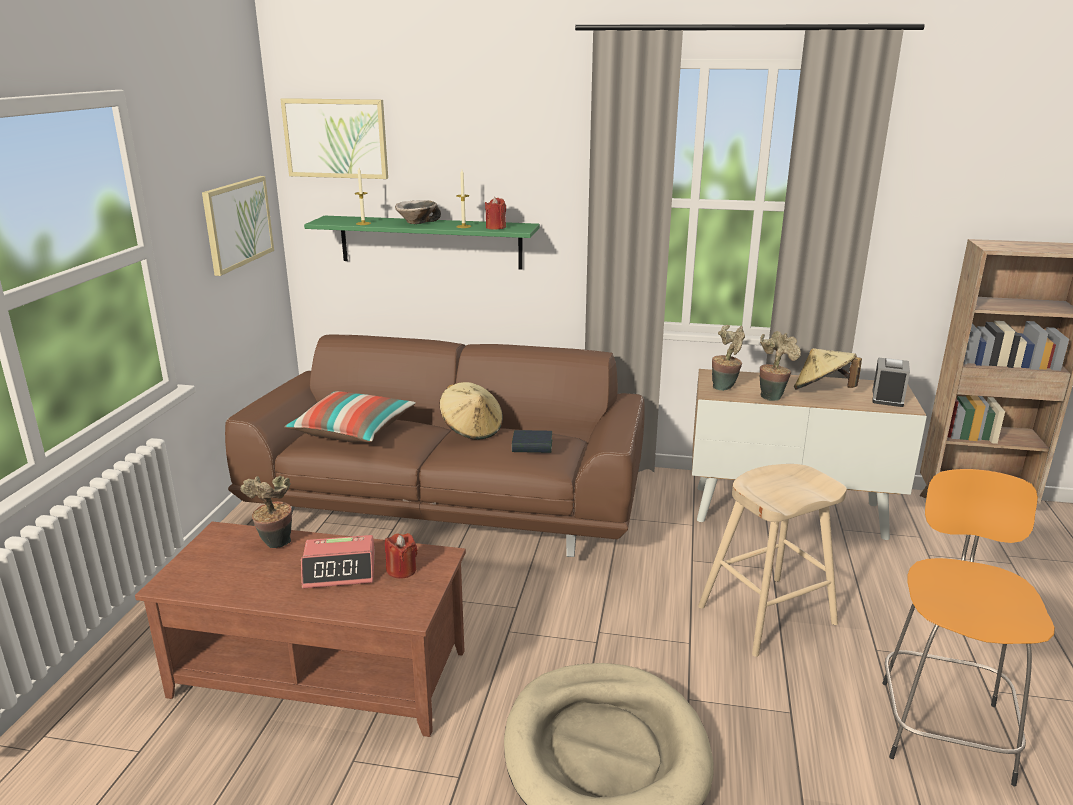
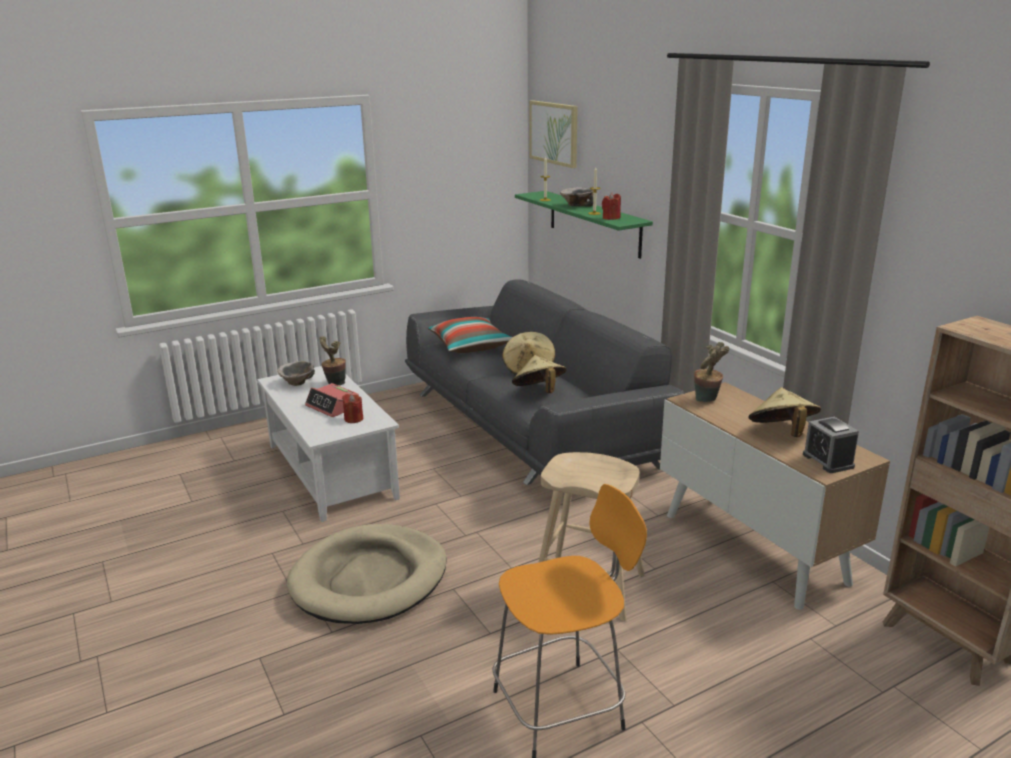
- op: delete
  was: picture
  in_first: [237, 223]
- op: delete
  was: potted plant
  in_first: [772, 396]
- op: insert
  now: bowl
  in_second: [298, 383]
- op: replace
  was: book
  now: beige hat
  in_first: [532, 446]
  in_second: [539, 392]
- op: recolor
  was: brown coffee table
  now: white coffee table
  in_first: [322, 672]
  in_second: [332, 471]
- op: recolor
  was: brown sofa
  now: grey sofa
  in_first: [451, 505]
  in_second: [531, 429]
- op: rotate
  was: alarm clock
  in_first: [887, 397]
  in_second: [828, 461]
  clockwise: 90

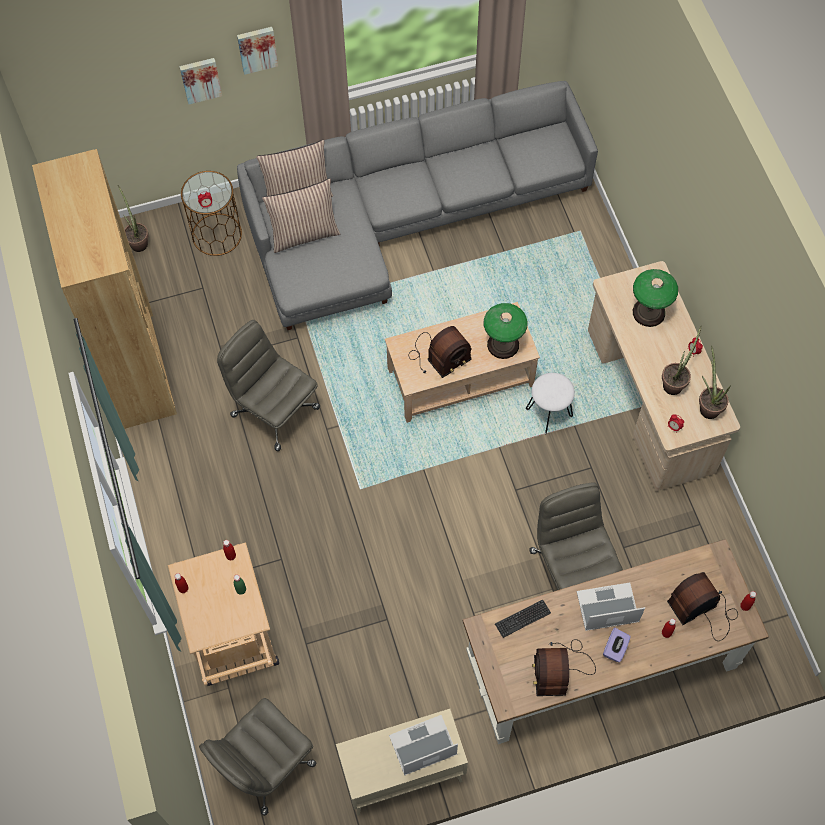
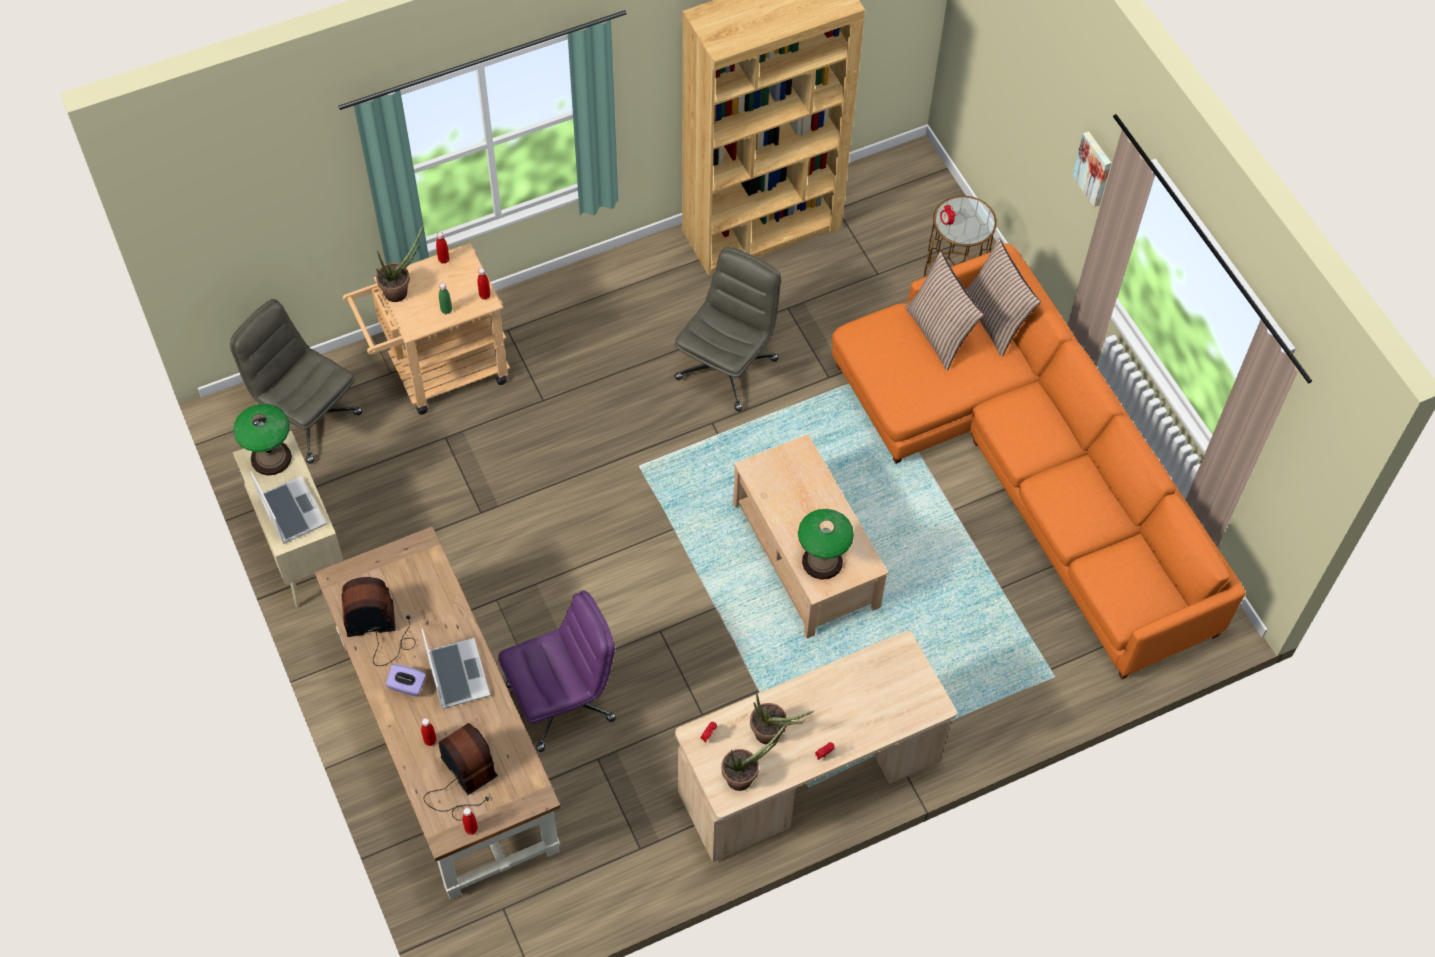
- op: delete
  was: picture
  in_first: [200, 79]
- op: delete
  was: radio
  in_first: [438, 356]
- op: delete
  was: keyboard
  in_first: [522, 619]
- op: delete
  was: white stool
  in_first: [548, 412]
- op: move
  was: potted plant
  in_first: [138, 241]
  in_second: [401, 290]
- op: move
  was: table lamp
  in_first: [648, 312]
  in_second: [270, 458]
- op: recolor
  was: grey sofa
  now: orange sofa
  in_first: [402, 217]
  in_second: [1025, 467]
- op: recolor
  was: grey office chair
  now: purple office chair
  in_first: [571, 569]
  in_second: [562, 701]

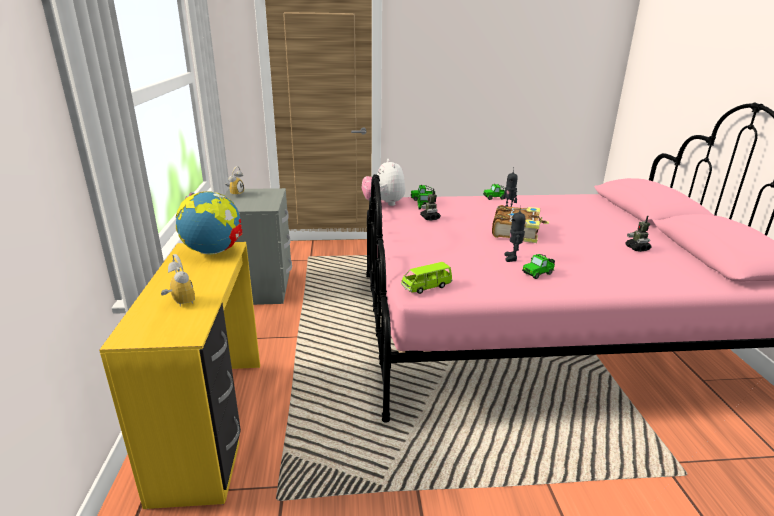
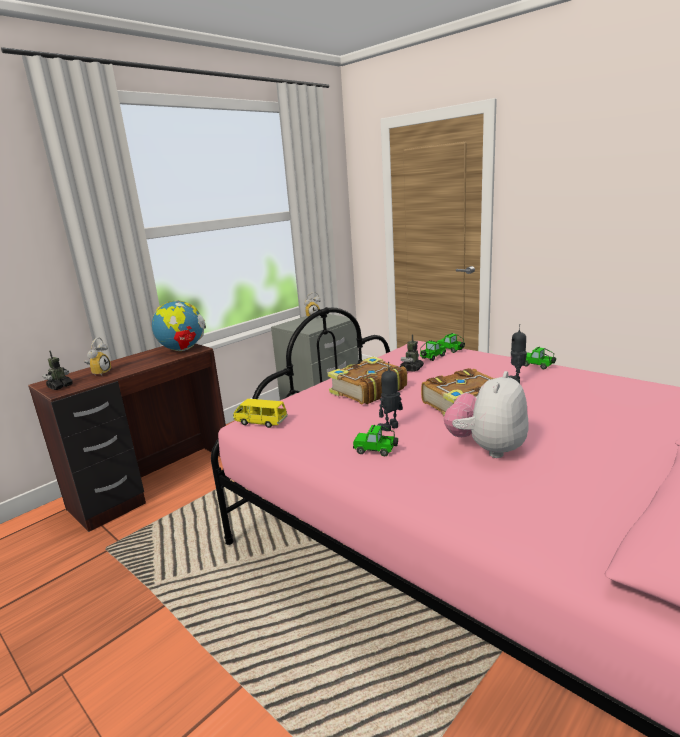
- op: insert
  now: book
  in_second: [367, 390]
- op: move
  was: plush toy
  in_first: [384, 203]
  in_second: [487, 448]
- op: move
  was: toy robot
  in_first: [637, 248]
  in_second: [60, 387]
- op: recolor
  was: yellow desk
  now: brown desk
  in_first: [213, 425]
  in_second: [155, 484]
- op: recolor
  was: green toy car
  now: yellow toy car
  in_first: [426, 287]
  in_second: [261, 422]

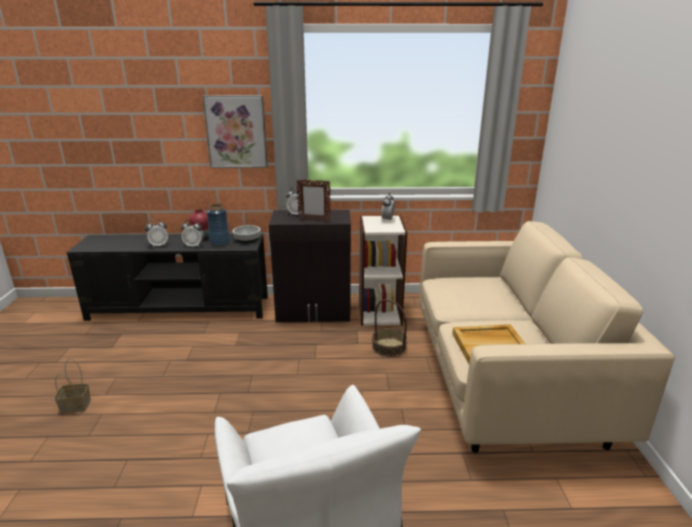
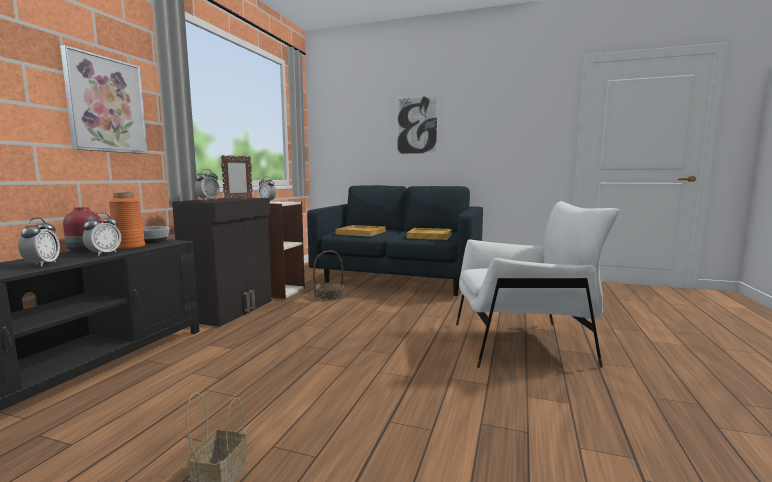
- op: insert
  now: beige tray
  in_second: [361, 233]
- op: insert
  now: picture
  in_second: [416, 125]
- op: recolor
  was: blue vase
  now: orange vase
  in_first: [219, 243]
  in_second: [128, 247]
- op: recolor
  was: beige sofa
  now: blue sofa
  in_first: [504, 379]
  in_second: [398, 279]

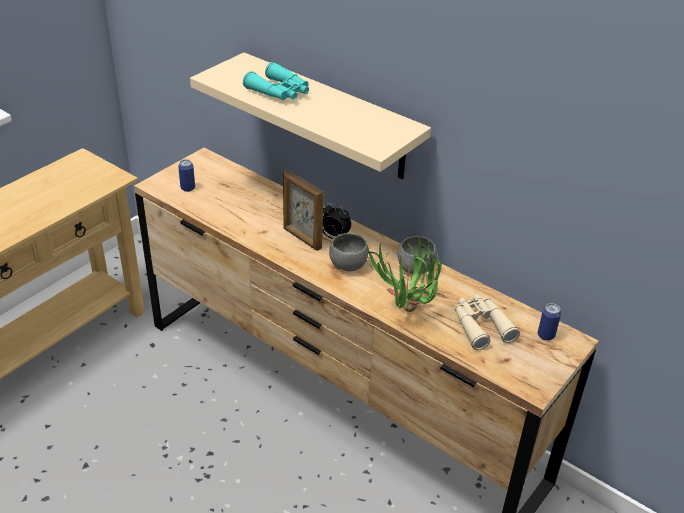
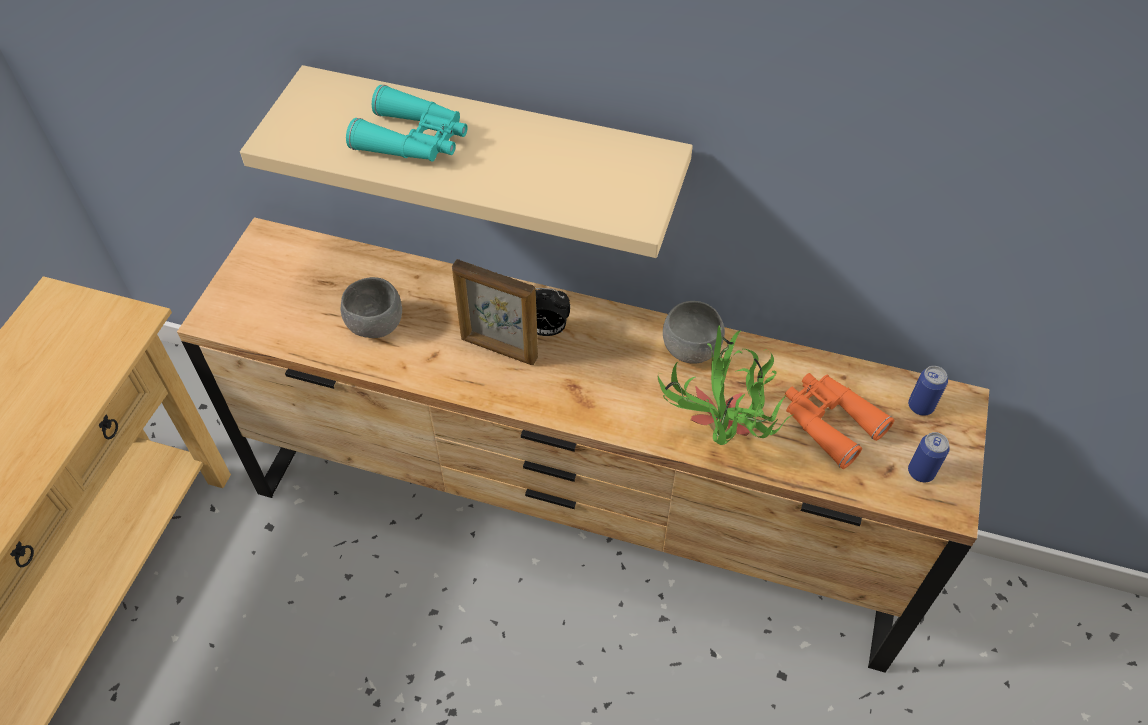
- op: move
  was: can
  in_first: [188, 188]
  in_second: [921, 472]
- op: move
  was: grey bowl
  in_first: [348, 265]
  in_second: [375, 324]
- op: recolor
  was: beige binoculars
  now: orange binoculars
  in_first: [481, 326]
  in_second: [829, 422]

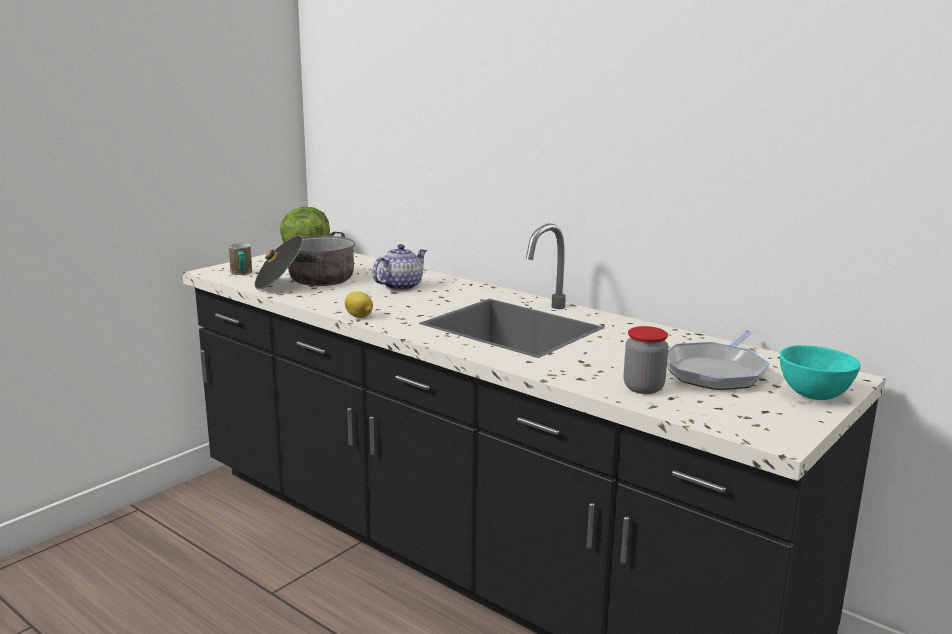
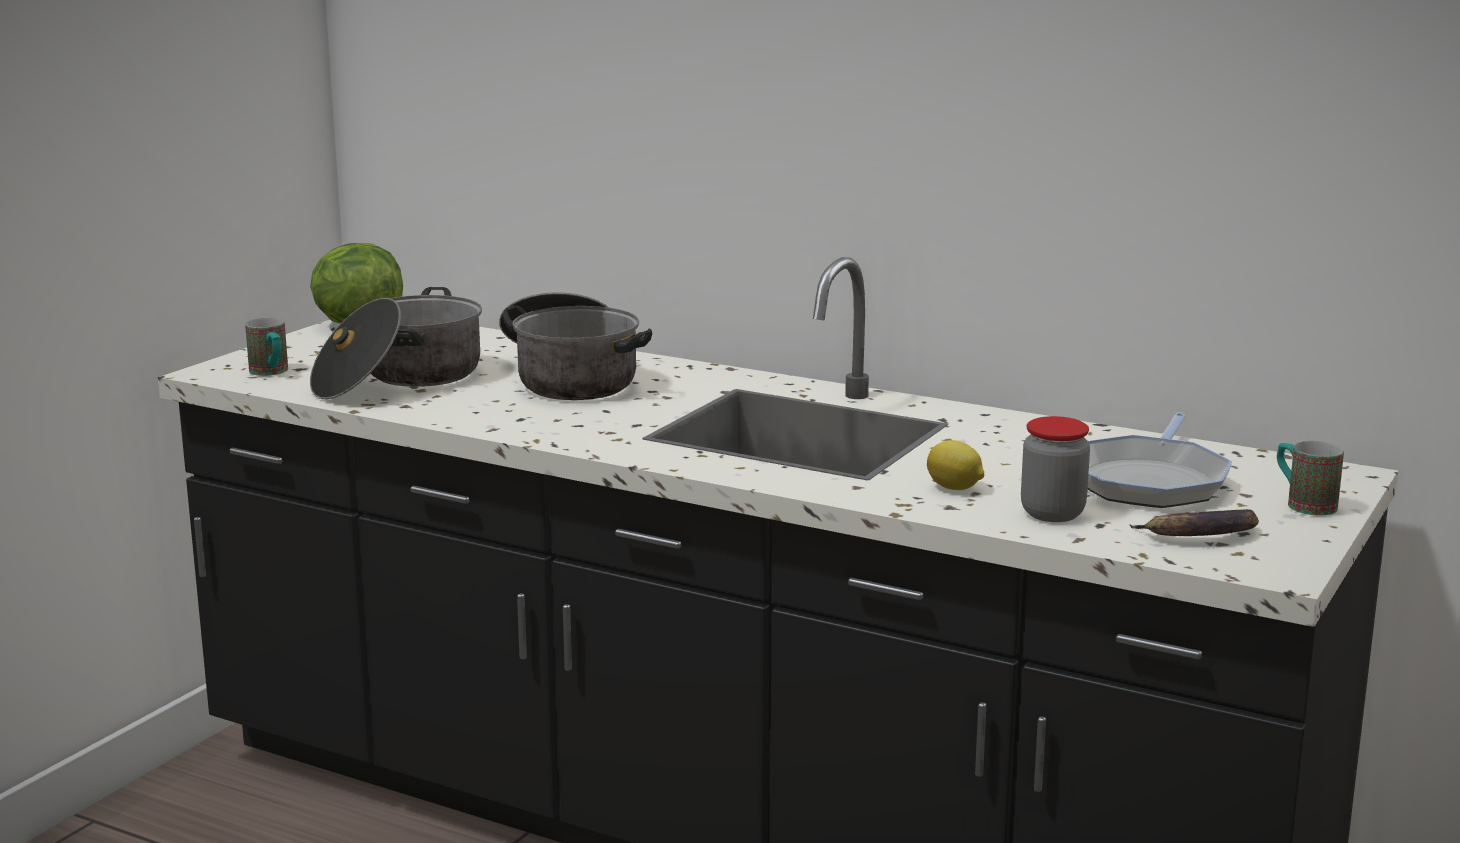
- op: insert
  now: banana
  in_second: [1200, 535]
- op: move
  was: lemon
  in_first: [359, 317]
  in_second: [955, 488]
- op: replace
  was: teapot
  now: cooking pot
  in_first: [400, 286]
  in_second: [571, 378]
- op: replace
  was: turquoise bowl
  now: mug
  in_first: [813, 395]
  in_second: [1303, 504]

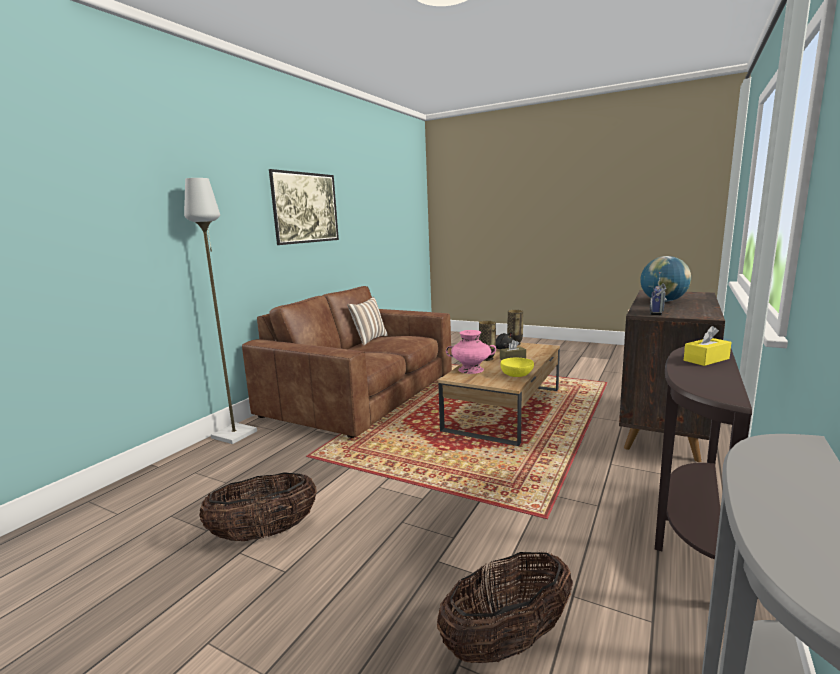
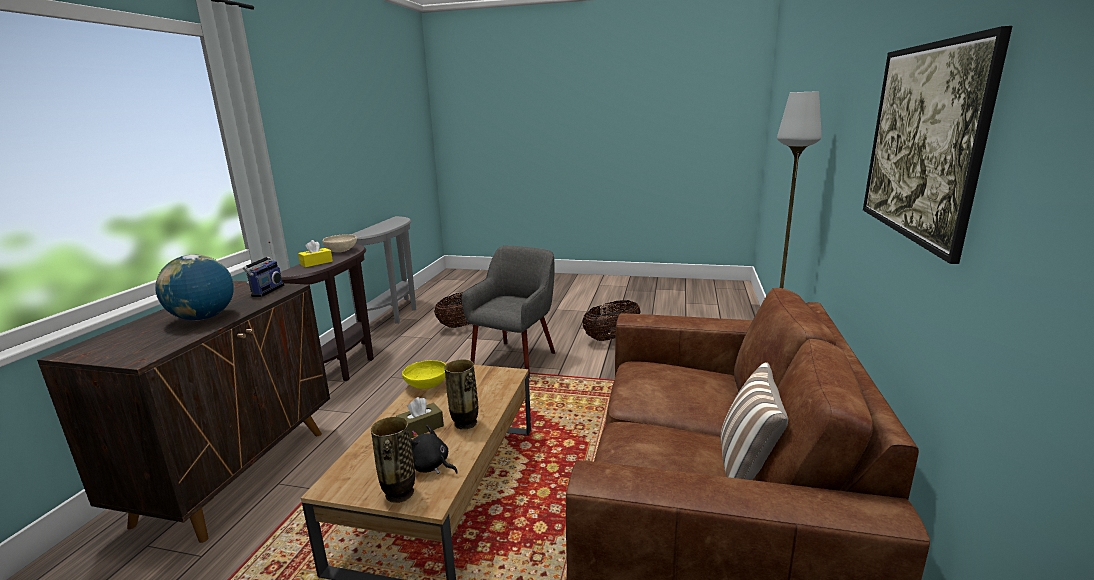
- op: delete
  was: pink vase
  in_first: [471, 369]
- op: insert
  now: beige bowl
  in_second: [342, 251]
- op: insert
  now: grey armchair
  in_second: [515, 359]

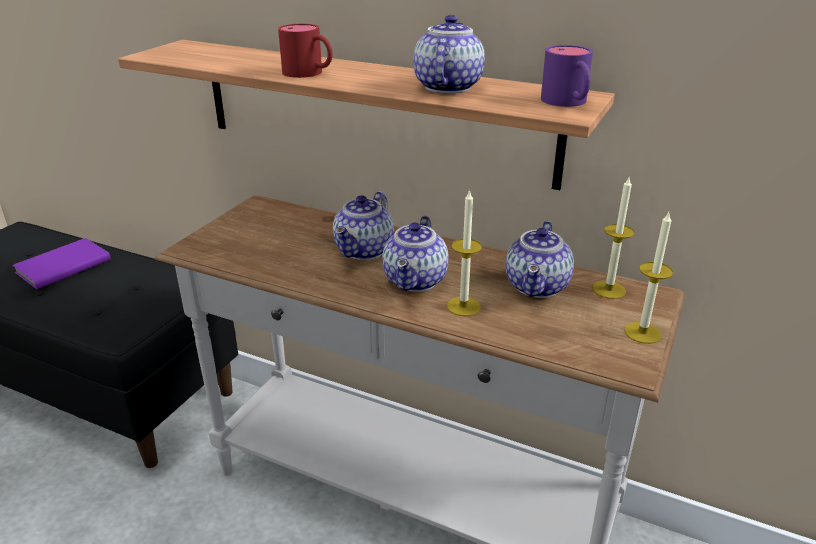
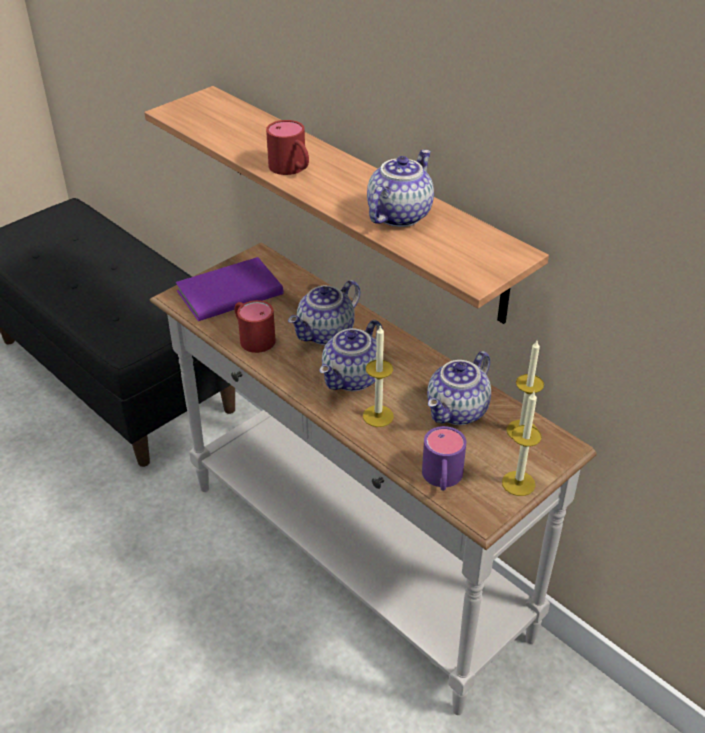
- op: insert
  now: red mug
  in_second: [252, 337]
- op: move
  was: purple book
  in_first: [61, 266]
  in_second: [227, 292]
- op: move
  was: purple mug
  in_first: [568, 103]
  in_second: [442, 479]

